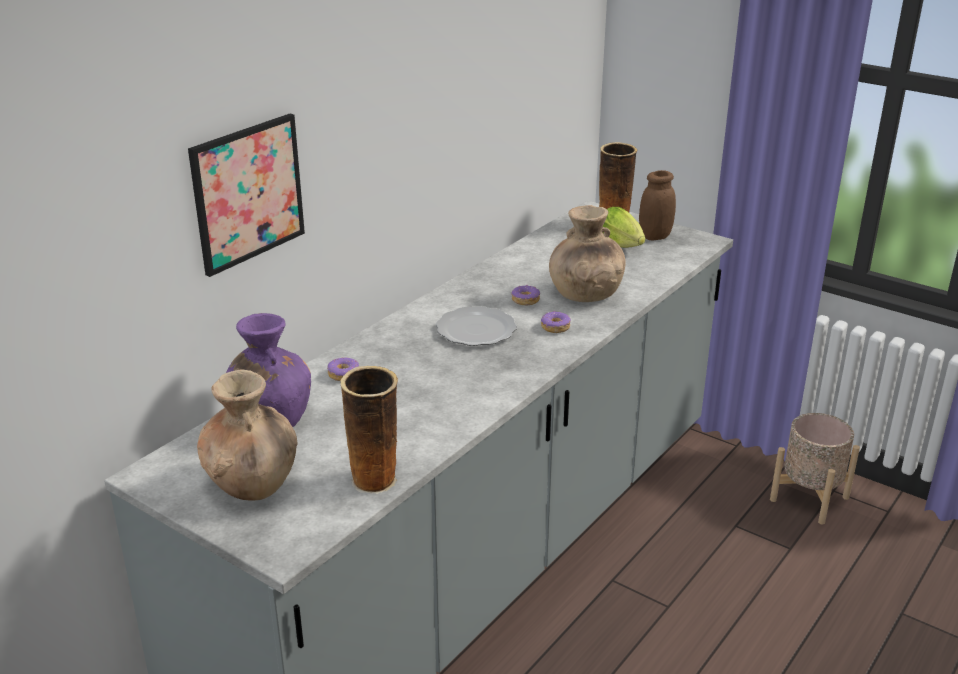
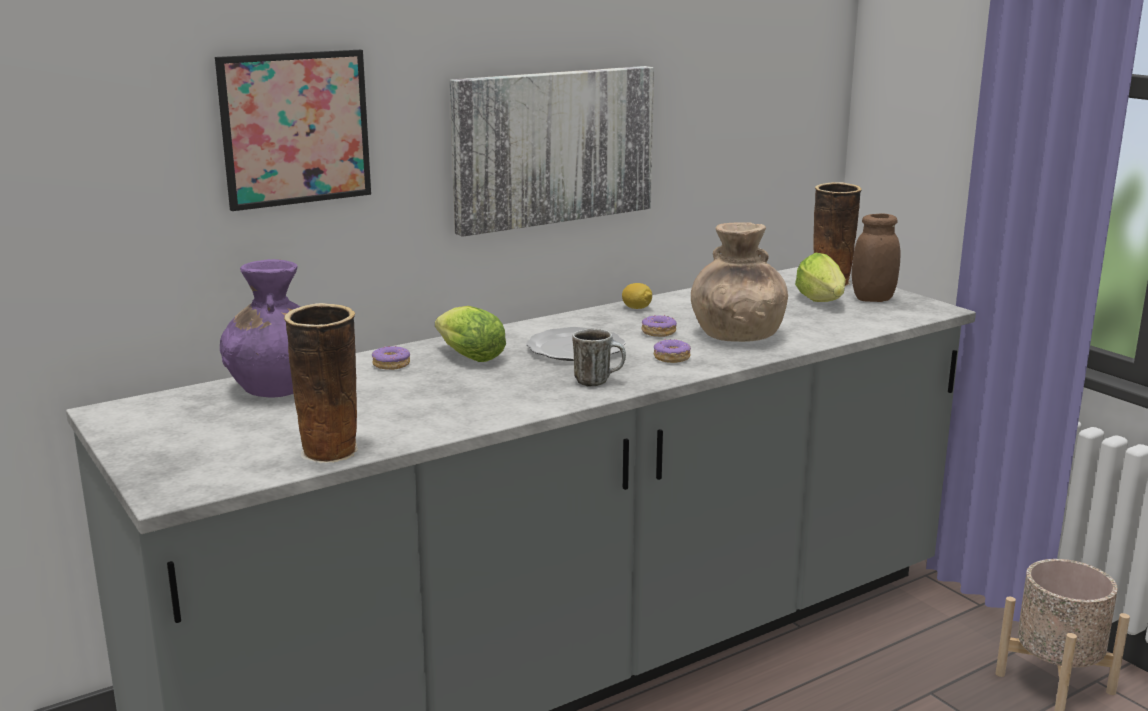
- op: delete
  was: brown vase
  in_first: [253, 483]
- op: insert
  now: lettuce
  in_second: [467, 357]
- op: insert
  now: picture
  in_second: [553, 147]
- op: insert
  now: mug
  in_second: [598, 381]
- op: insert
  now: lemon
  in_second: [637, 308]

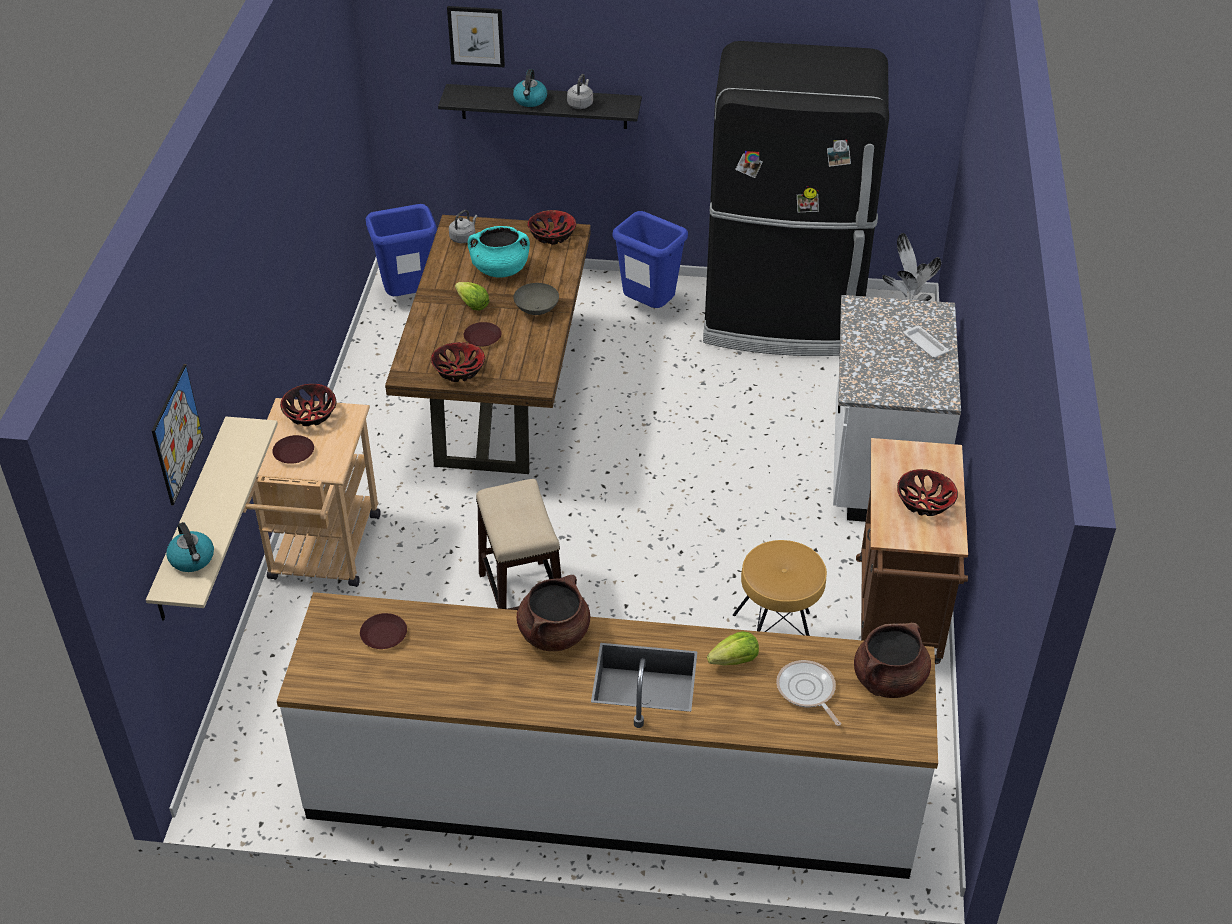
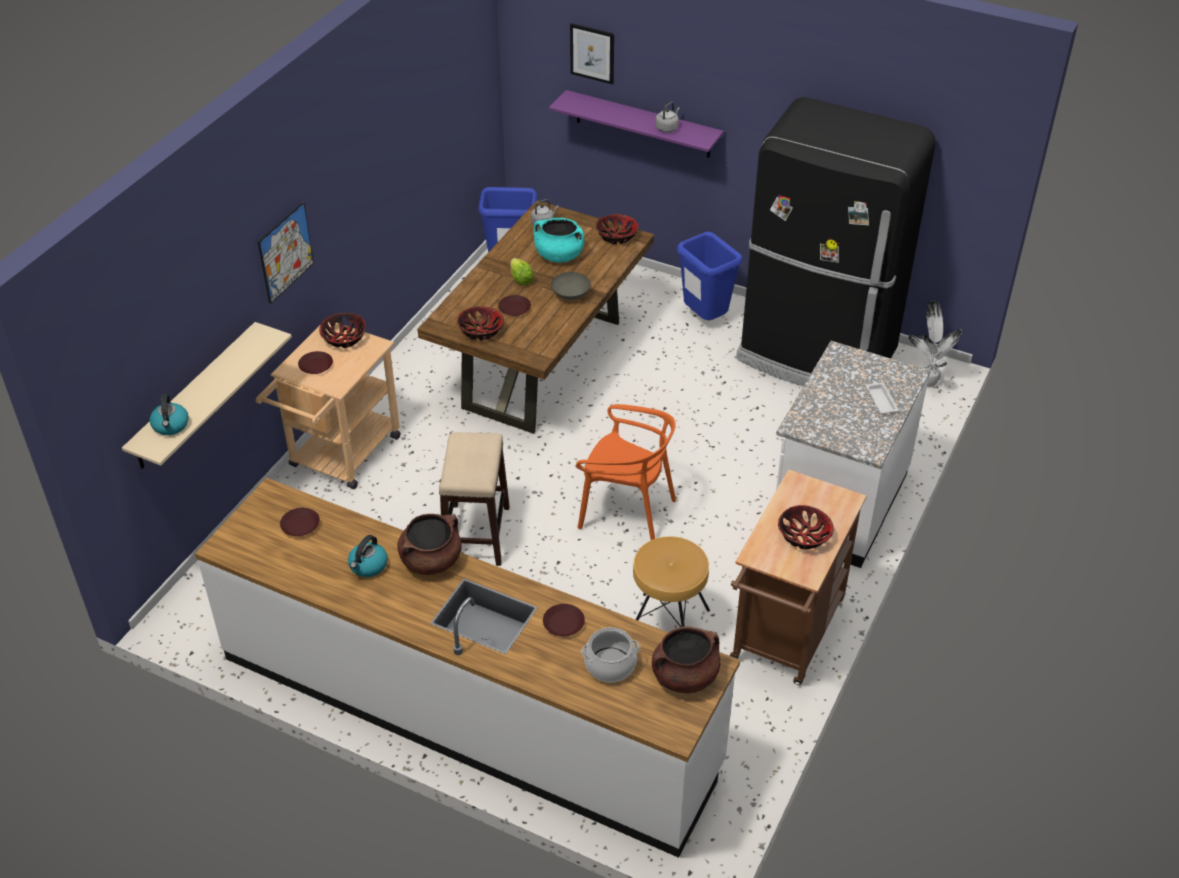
- op: insert
  now: orange chair
  in_second: [626, 511]
- op: move
  was: picture
  in_first: [177, 434]
  in_second: [285, 252]
- op: move
  was: kettle
  in_first: [530, 100]
  in_second: [368, 566]
- op: replace
  was: lettuce
  now: brown plate
  in_first: [735, 661]
  in_second: [564, 623]
- op: replace
  was: frying pan
  now: cooking pot
  in_first: [807, 691]
  in_second: [610, 665]
- op: recolor
  was: black shelf
  now: purple shelf
  in_first: [544, 106]
  in_second: [643, 124]

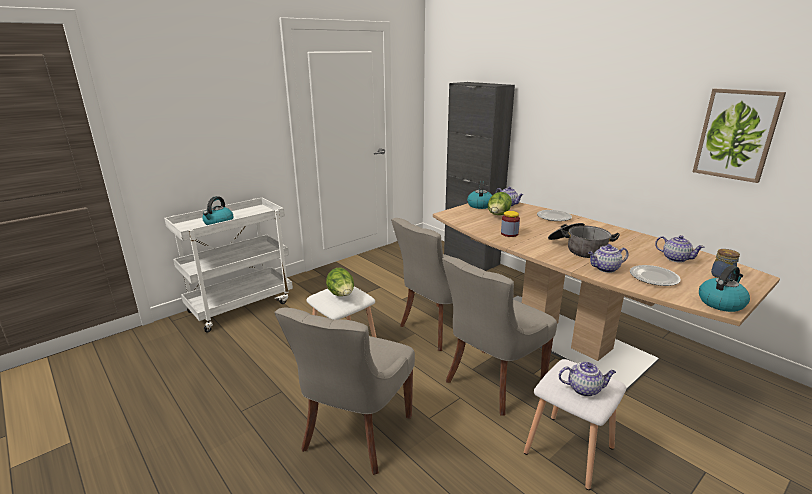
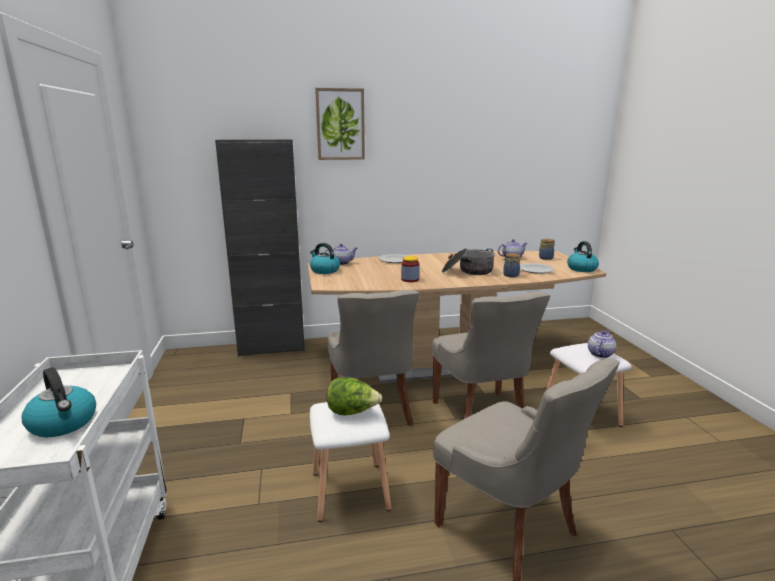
- op: delete
  was: lettuce
  in_first: [498, 215]
- op: move
  was: picture
  in_first: [736, 134]
  in_second: [340, 124]
- op: replace
  was: teapot
  now: jar
  in_first: [605, 269]
  in_second: [511, 275]

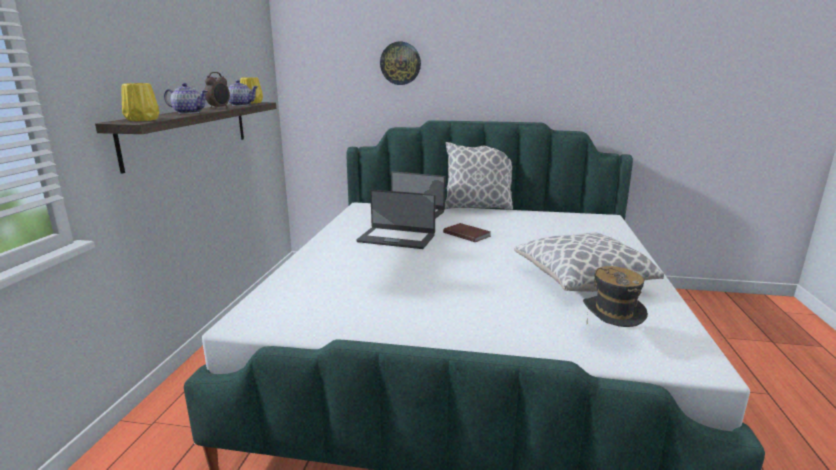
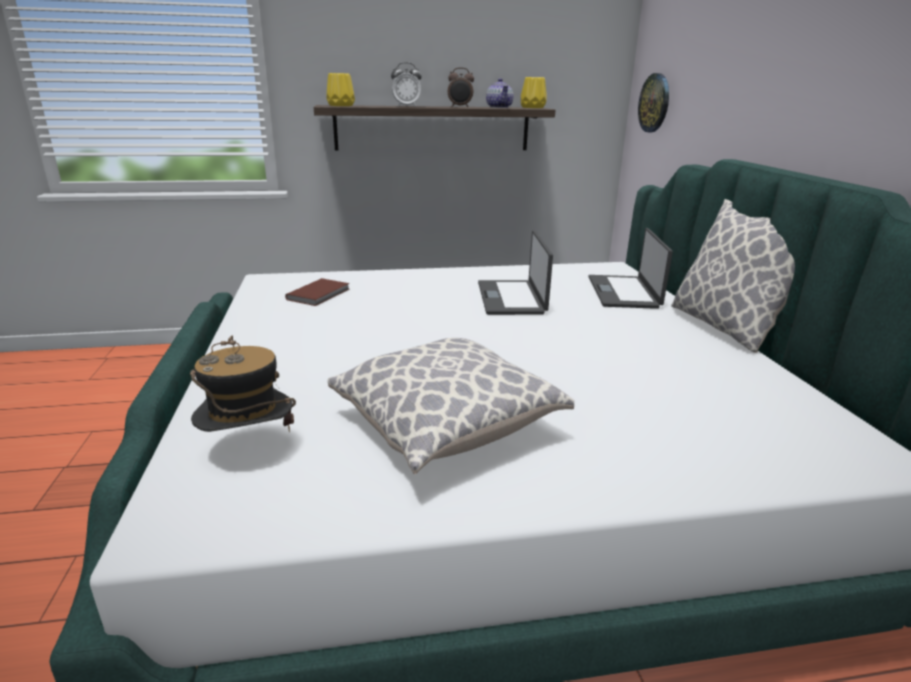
- op: move
  was: wall clock
  in_first: [400, 63]
  in_second: [654, 103]
- op: move
  was: brown book
  in_first: [467, 234]
  in_second: [320, 294]
- op: replace
  was: teapot
  now: alarm clock
  in_first: [188, 112]
  in_second: [406, 106]

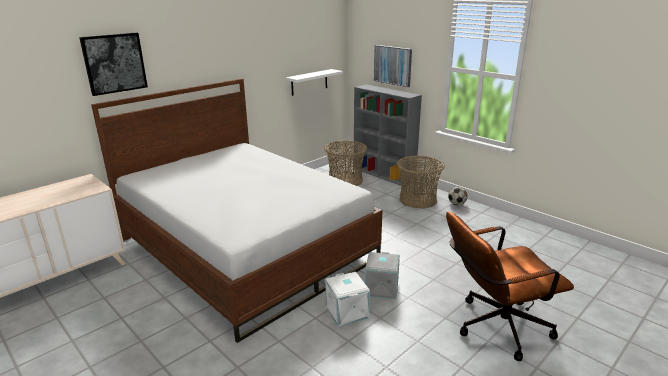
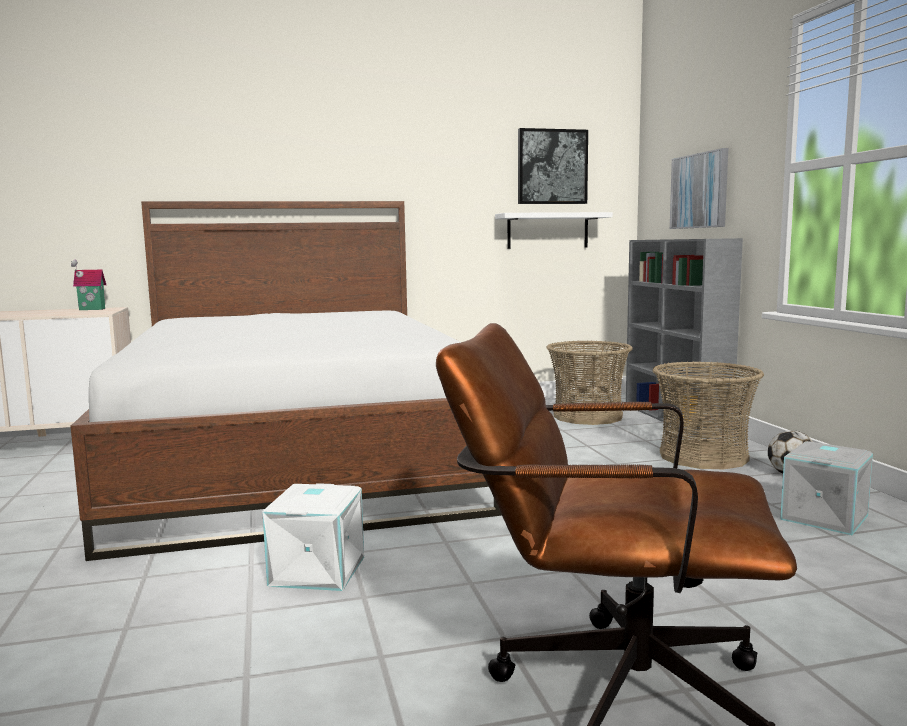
- op: insert
  now: toy house
  in_second: [91, 309]
- op: move
  was: picture
  in_first: [114, 63]
  in_second: [552, 167]
- op: move
  was: grey storage box
  in_first: [381, 288]
  in_second: [822, 517]

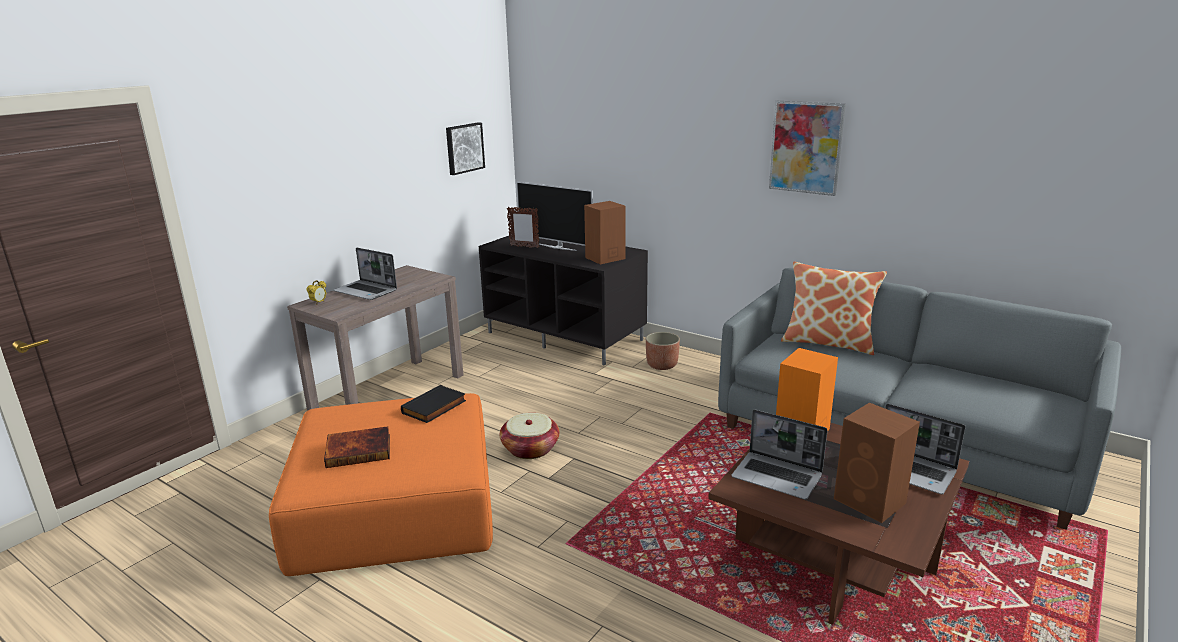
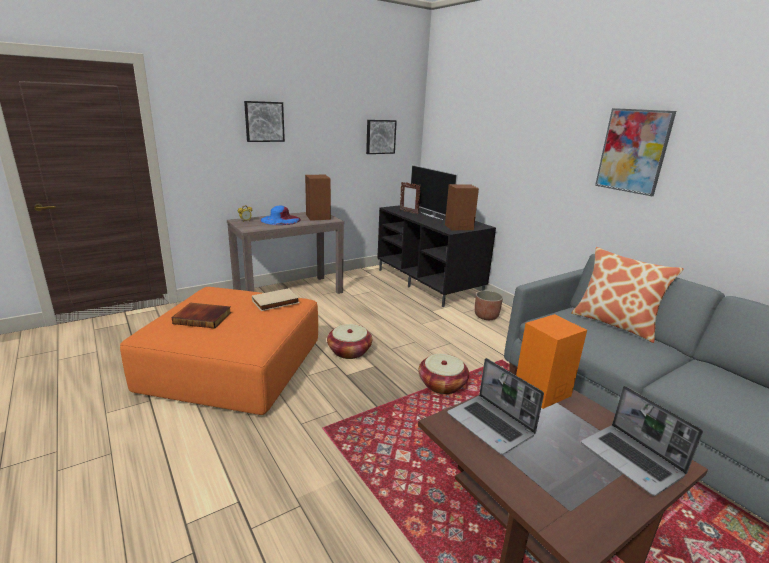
- op: insert
  now: picture
  in_second: [264, 121]
- op: insert
  now: basket
  in_second: [442, 384]
- op: move
  was: brown speaker
  in_first: [871, 502]
  in_second: [318, 217]
- op: replace
  was: laptop
  now: blue hat
  in_first: [366, 291]
  in_second: [280, 220]
- op: recolor
  was: black book
  now: beige book
  in_first: [434, 407]
  in_second: [276, 302]

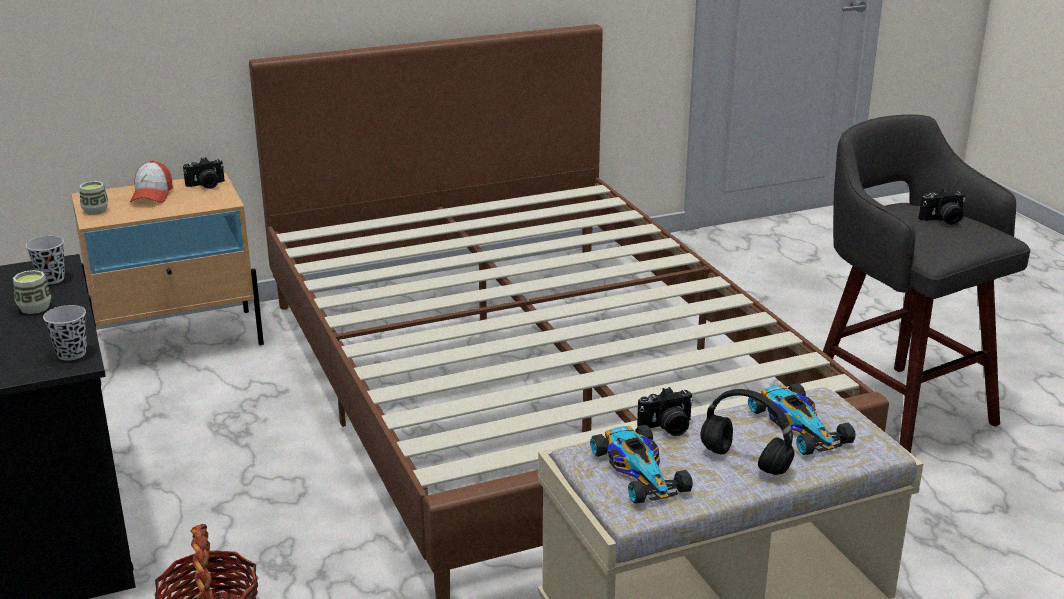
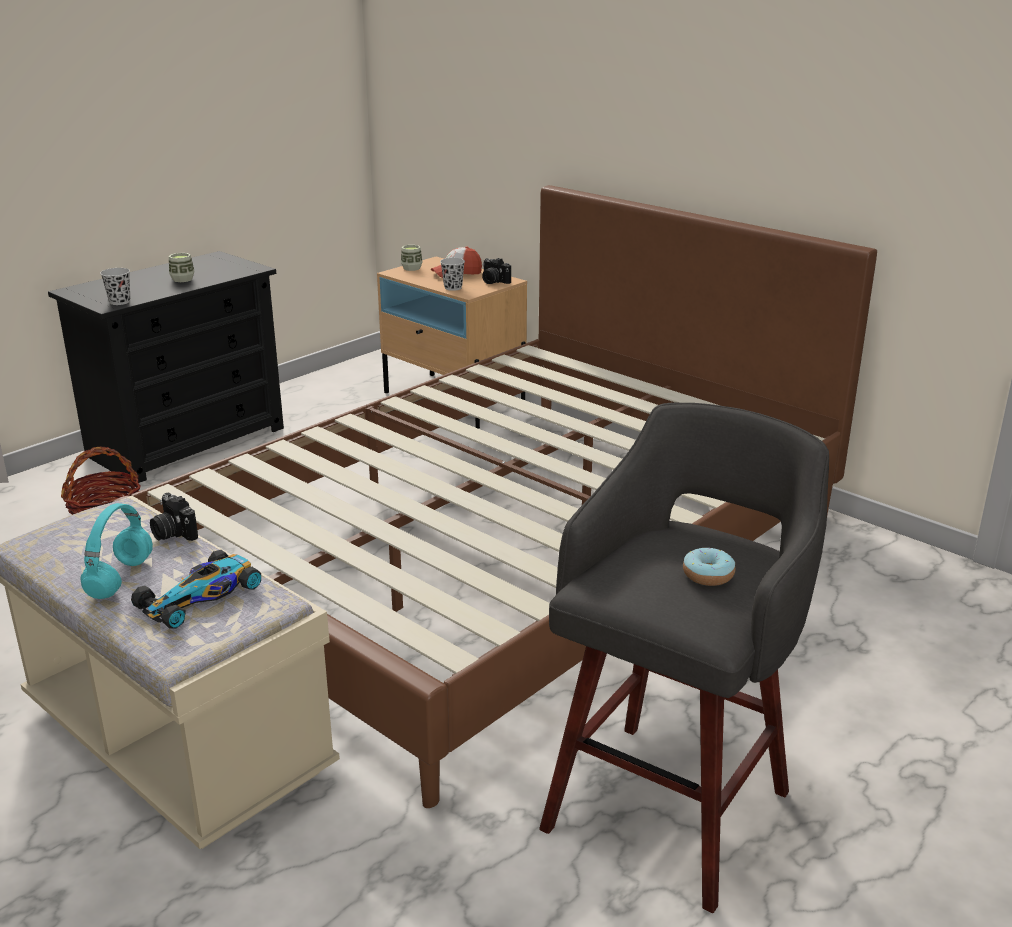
- op: delete
  was: toy car
  in_first: [638, 470]
- op: move
  was: black cup
  in_first: [51, 279]
  in_second: [453, 288]
- op: replace
  was: photo camera
  now: donut
  in_first: [943, 220]
  in_second: [708, 575]
- op: recolor
  was: black headphones
  now: turquoise headphones
  in_first: [743, 461]
  in_second: [120, 578]

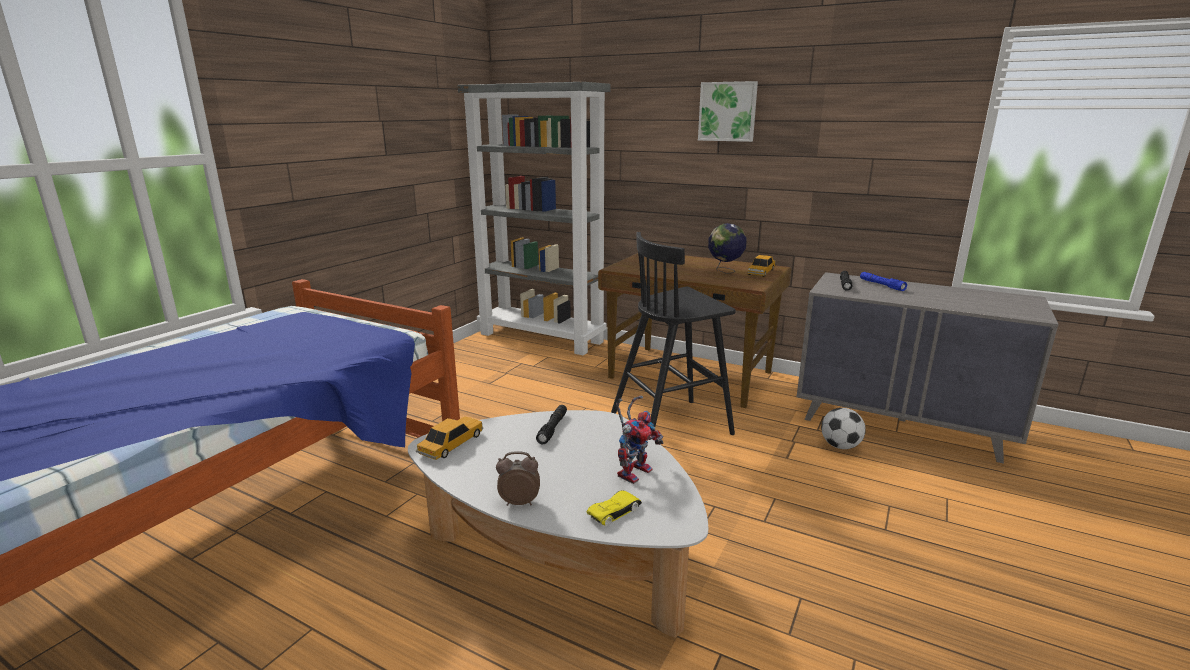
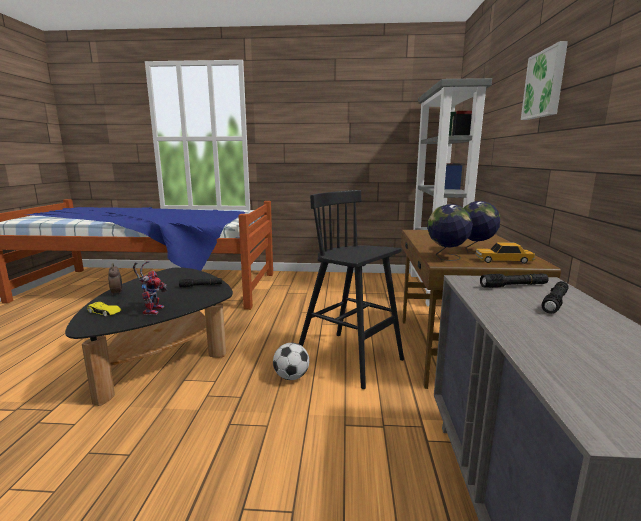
- op: delete
  was: toy car
  in_first: [451, 444]
- op: insert
  now: globe
  in_second: [446, 258]
- op: move
  was: football
  in_first: [840, 446]
  in_second: [291, 377]
- op: recolor
  was: white coffee table
  now: black coffee table
  in_first: [561, 557]
  in_second: [166, 355]
- op: recolor
  was: blue flashlight
  now: black flashlight
  in_first: [881, 285]
  in_second: [555, 302]
- op: rotate
  was: toy robot
  in_first: [634, 470]
  in_second: [152, 310]
  clockwise: -105

